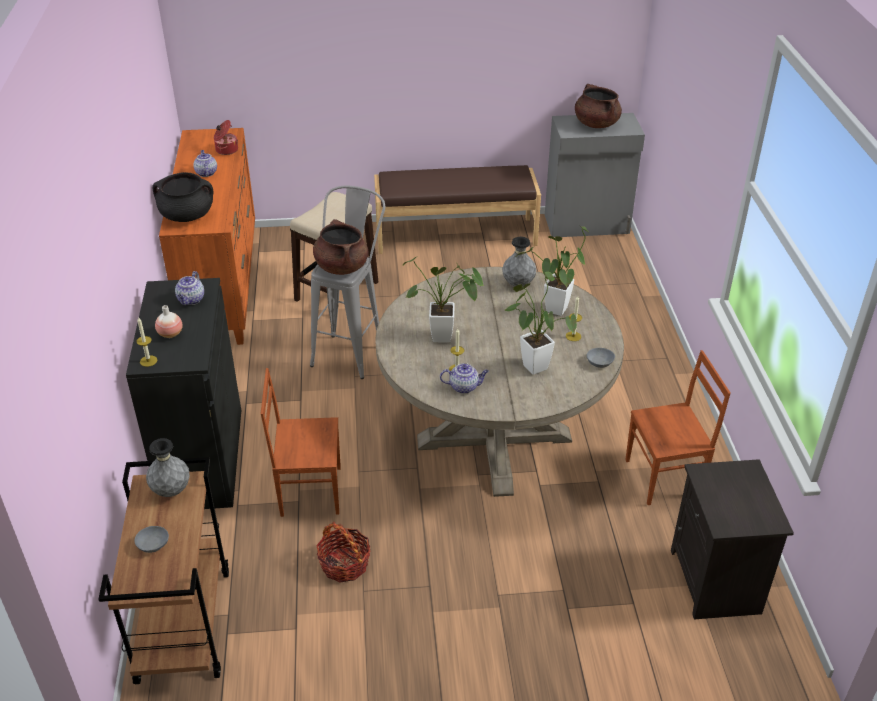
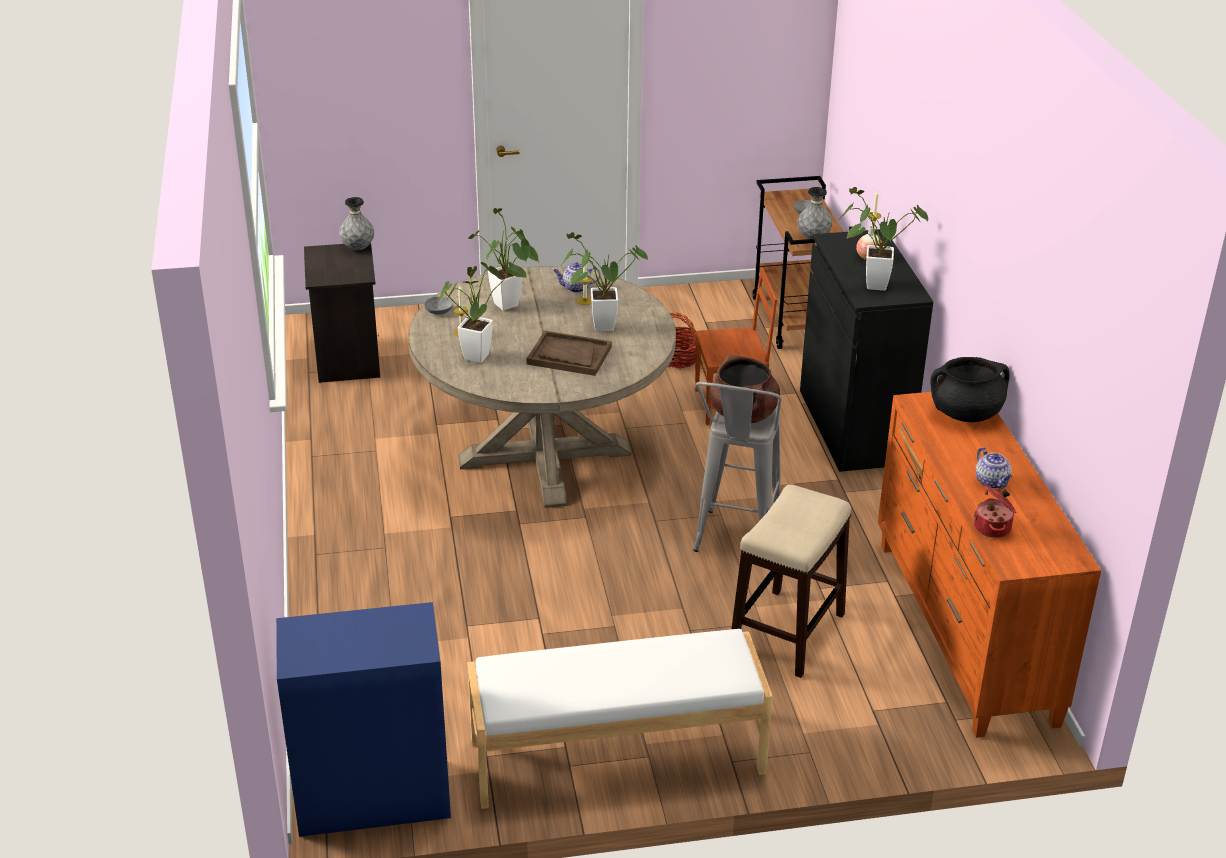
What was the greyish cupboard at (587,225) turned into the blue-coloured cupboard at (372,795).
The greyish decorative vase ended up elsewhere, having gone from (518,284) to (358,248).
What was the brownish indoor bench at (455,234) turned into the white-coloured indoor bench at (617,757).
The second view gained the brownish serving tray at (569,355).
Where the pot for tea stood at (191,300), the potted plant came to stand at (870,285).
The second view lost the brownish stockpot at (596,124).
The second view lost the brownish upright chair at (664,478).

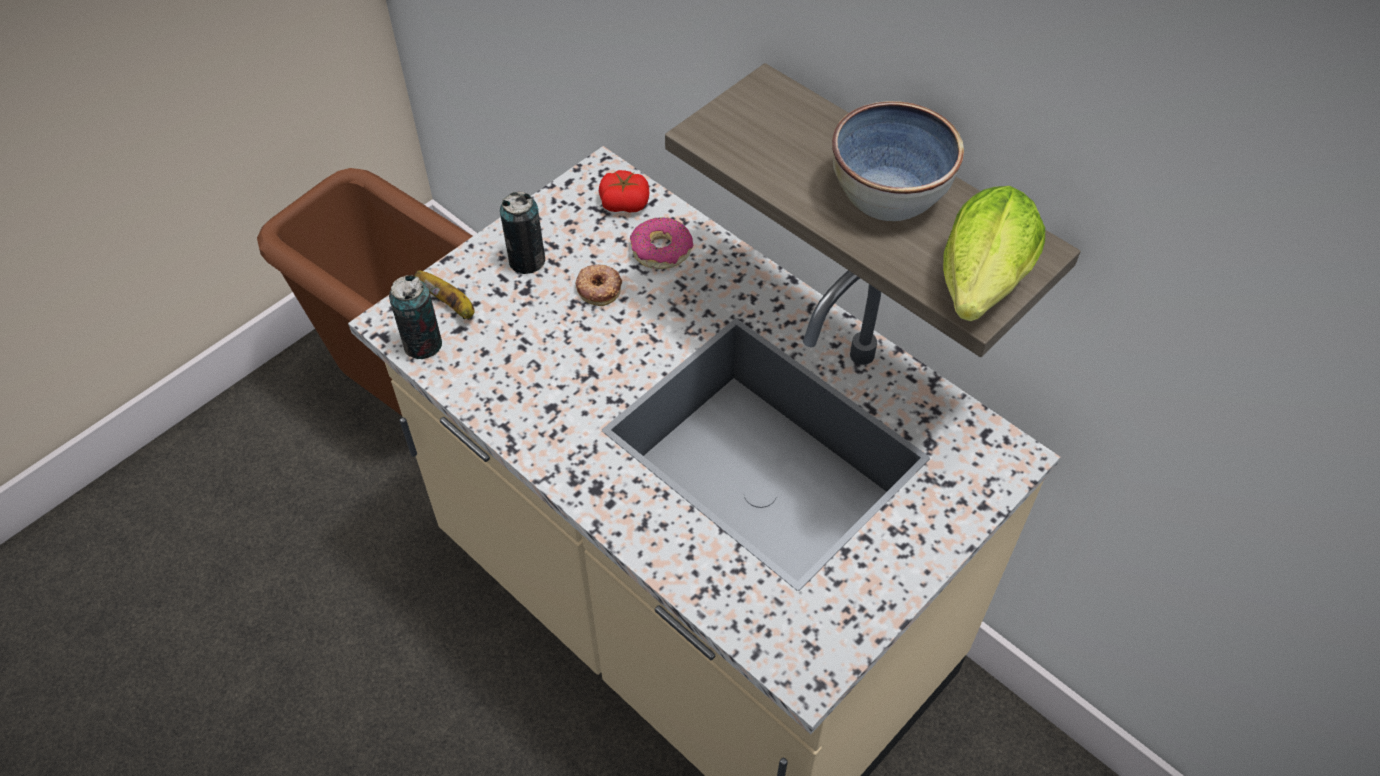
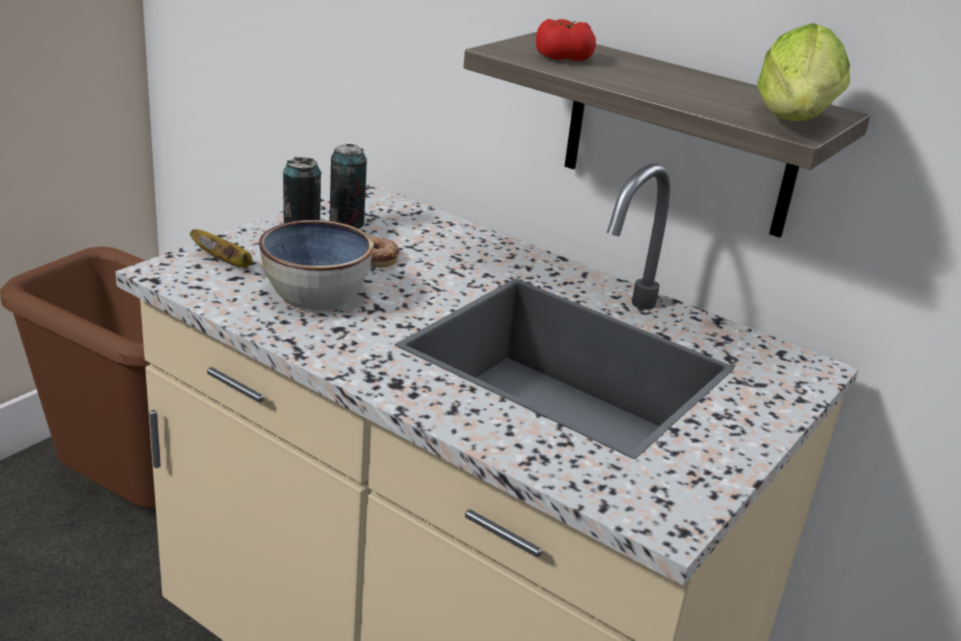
The serving bowl ended up elsewhere, having gone from (890,194) to (316,295).
The sealed can ended up elsewhere, having gone from (423,344) to (346,224).
The whole tomato ended up elsewhere, having gone from (624,202) to (563,58).
The second view lost the ring doughnut at (661,250).

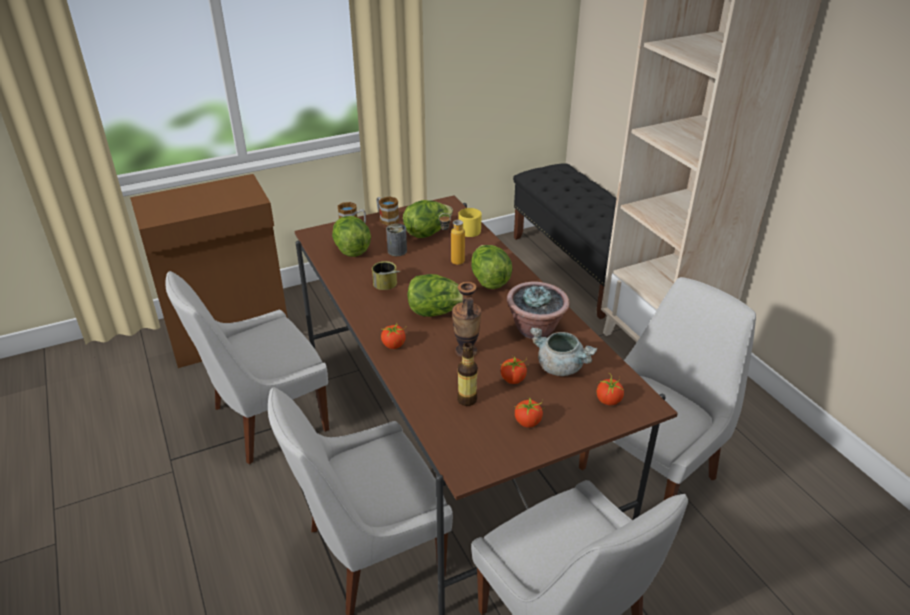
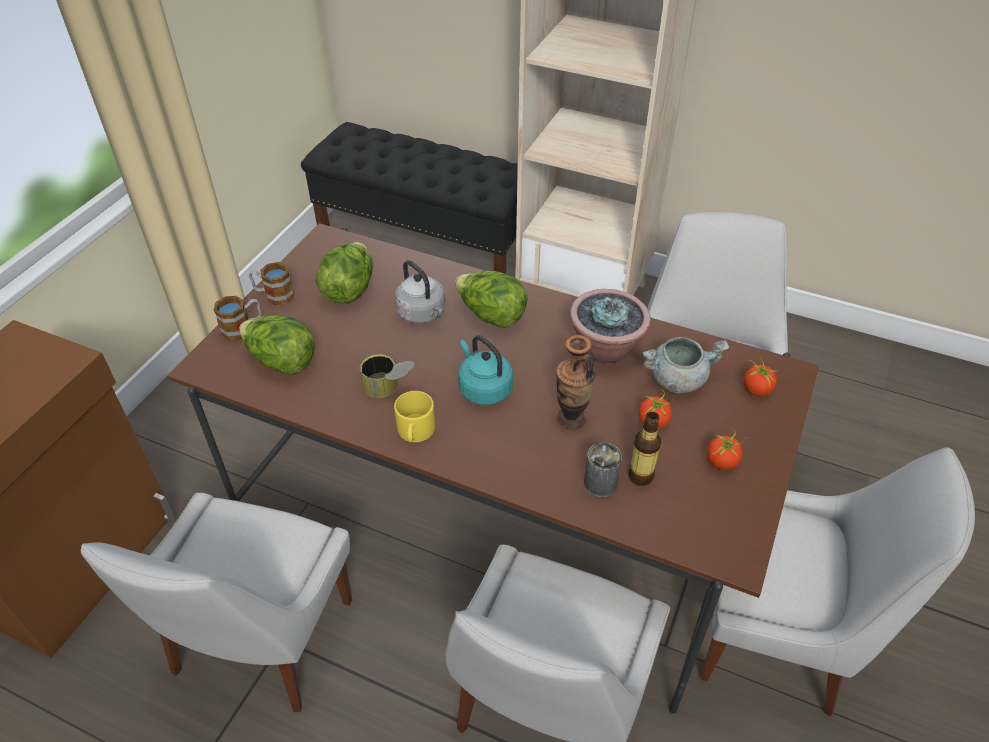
The yellowish tea mug ended up elsewhere, having gone from (467,232) to (415,431).
Where the bottle stood at (452,261), the greyish tea kettle came to stand at (423,314).
Where the lettuce stood at (436,312), the blue-green tea kettle came to stand at (483,388).
The sealed can ended up elsewhere, having gone from (397,251) to (600,483).
The second view lost the whole tomato at (394,345).

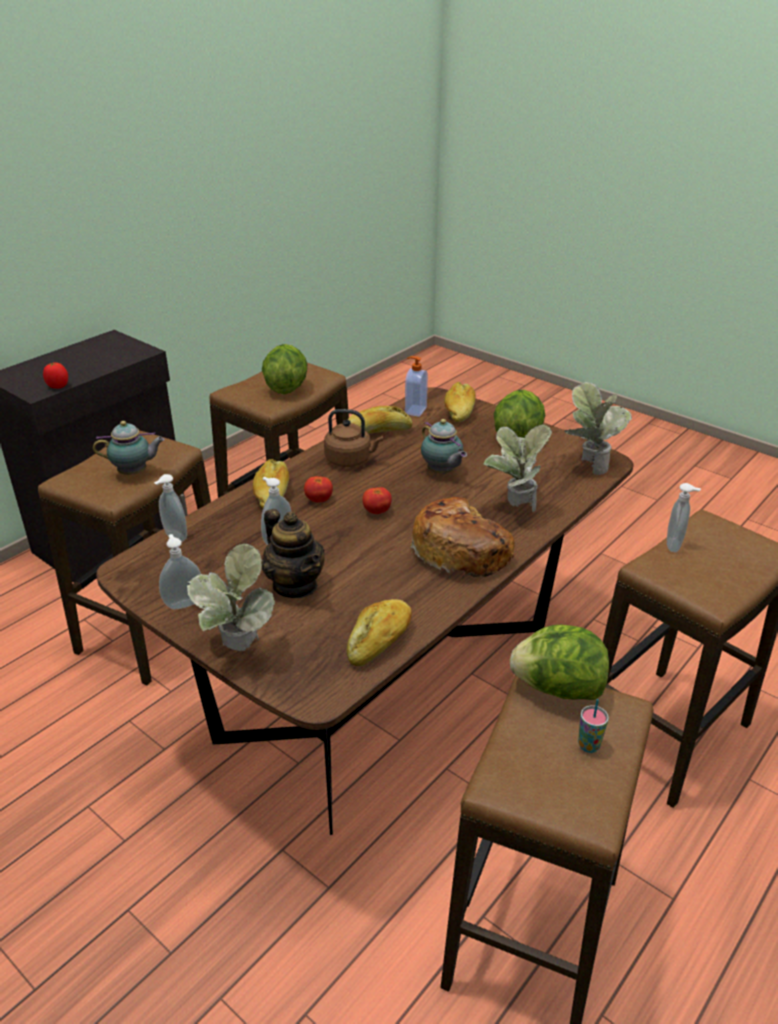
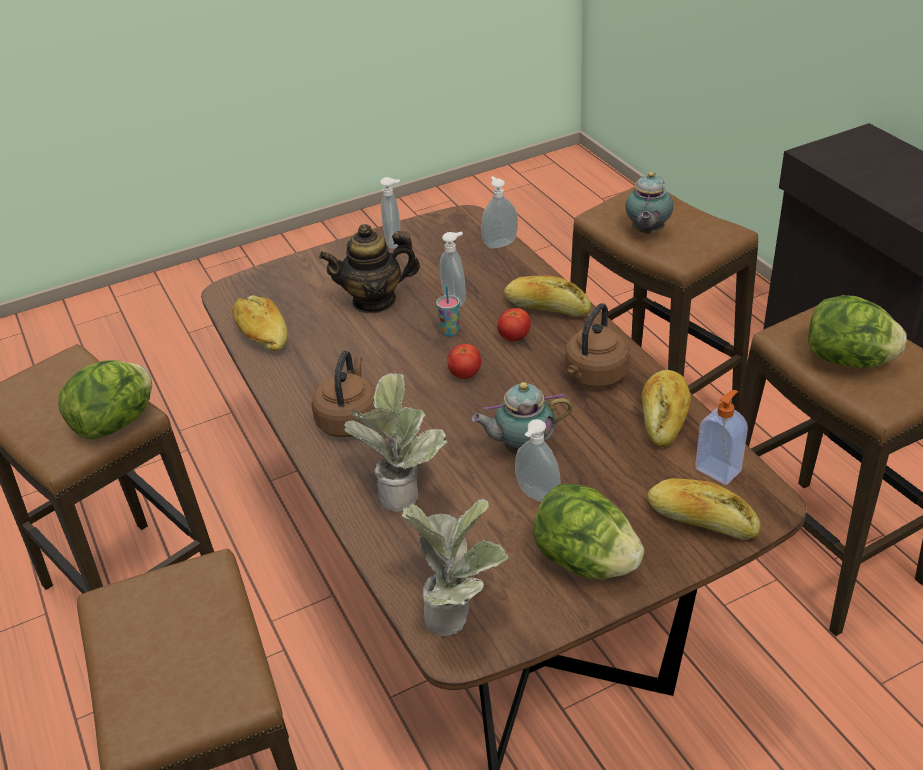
Where the baked bread stood at (462,550), the brownish tea kettle came to stand at (349,419).
The drinking cup ended up elsewhere, having gone from (588,745) to (450,332).
The soap bottle ended up elsewhere, having gone from (675,545) to (536,496).
The second view lost the whole tomato at (58,386).
The second view lost the potted plant at (237,652).

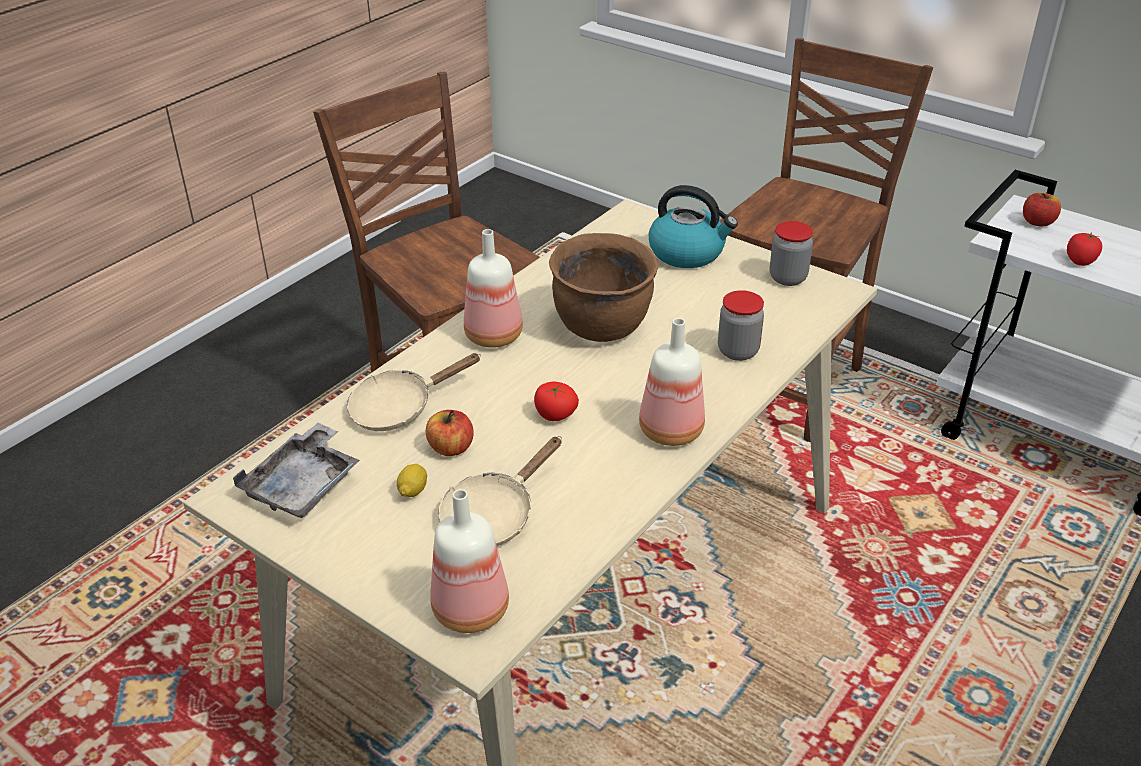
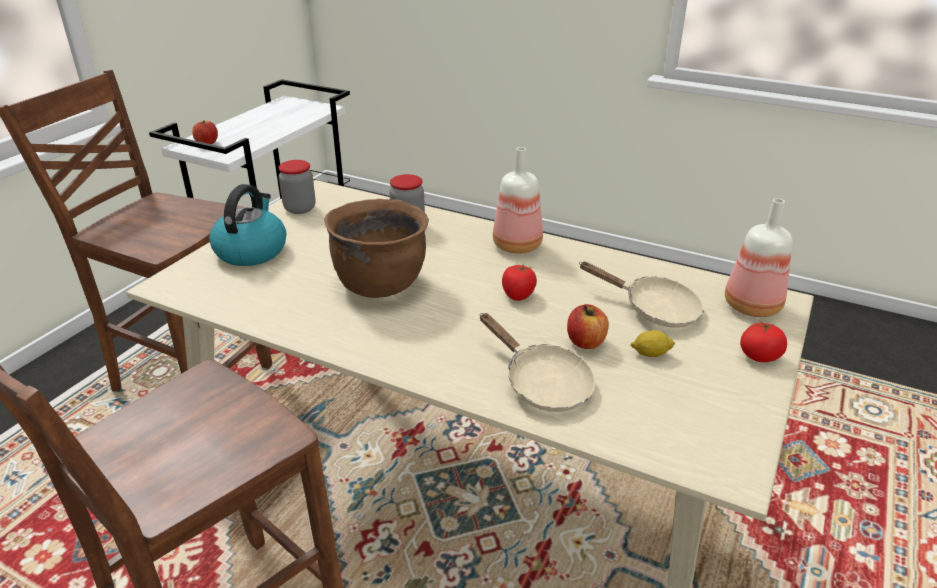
The whole tomato ended up elsewhere, having gone from (1080,261) to (759,356).
The second view lost the greyish serving tray at (304,485).
The second view lost the bottle at (495,336).

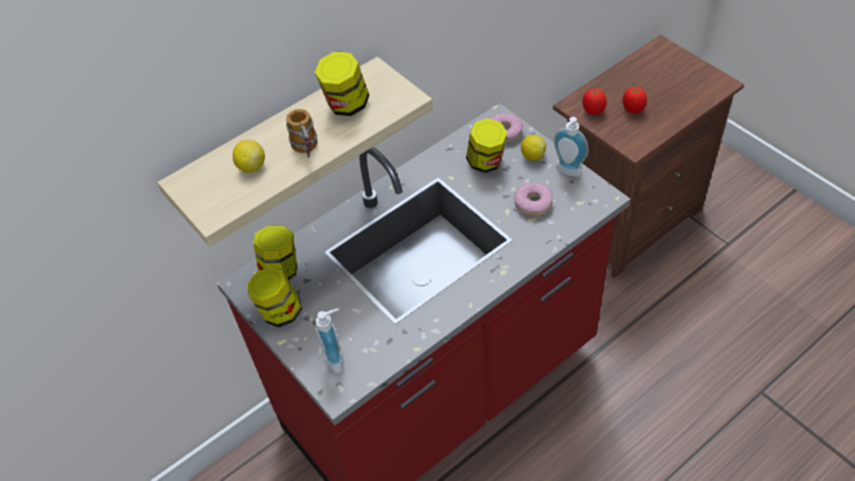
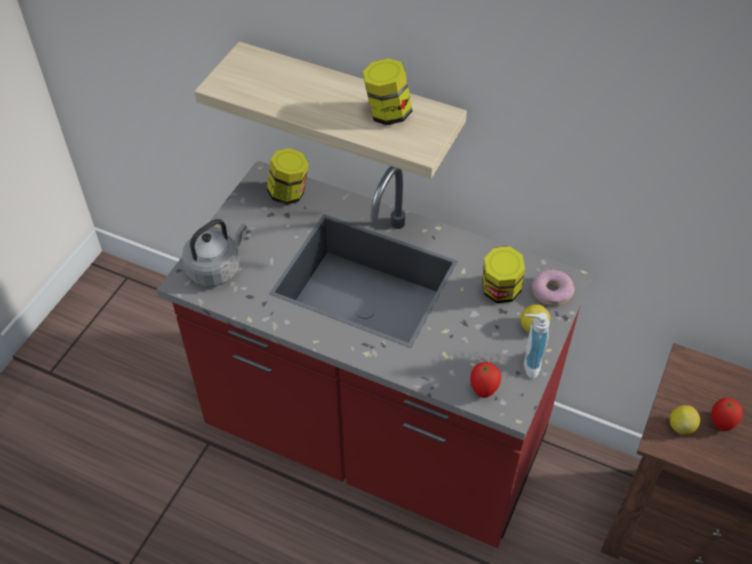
Where the soap bottle stood at (338,358), the greyish tea kettle came to stand at (216,268).
The whole tomato ended up elsewhere, having gone from (593,111) to (483,389).
The citrus fruit ended up elsewhere, having gone from (251,166) to (681,426).
The second view lost the jar at (280,312).
The second view lost the tea mug at (307,152).
The second view lost the ring doughnut at (533,203).

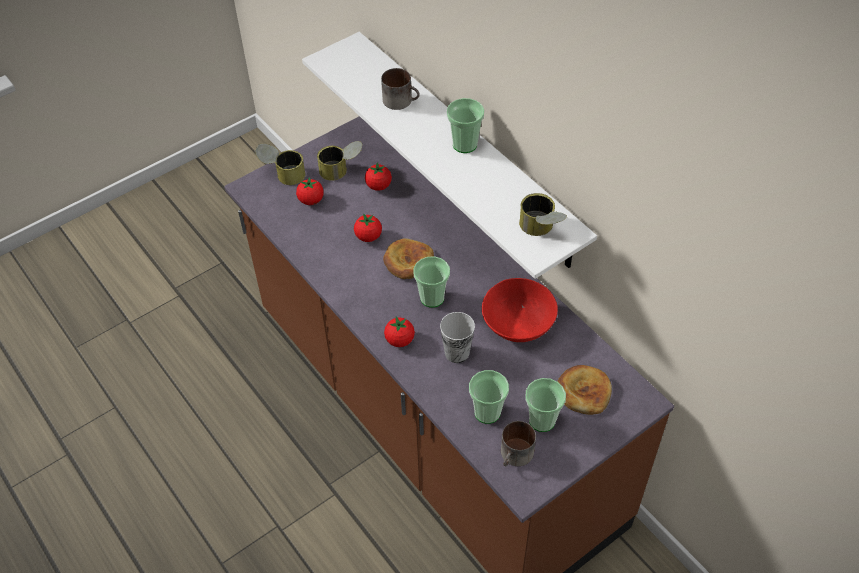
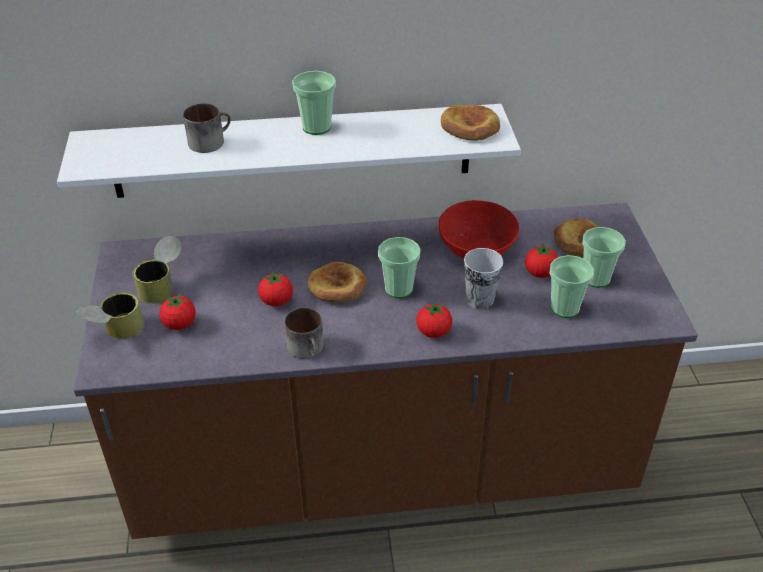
The tea mug ended up elsewhere, having gone from (516,456) to (309,349).
Where the sealed can stood at (540,230), the baked bread came to stand at (470,127).
The whole tomato ended up elsewhere, having gone from (378,186) to (540,273).

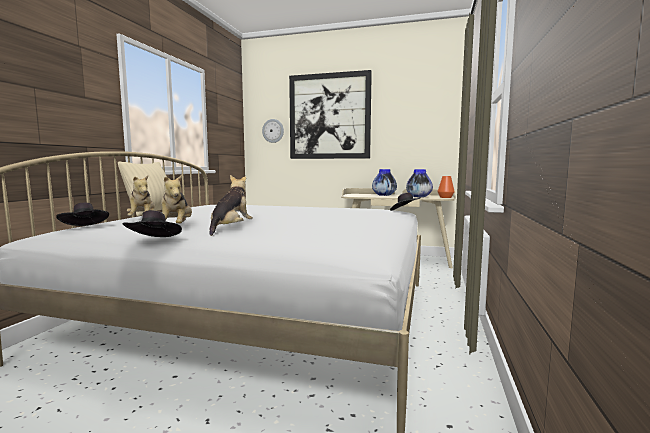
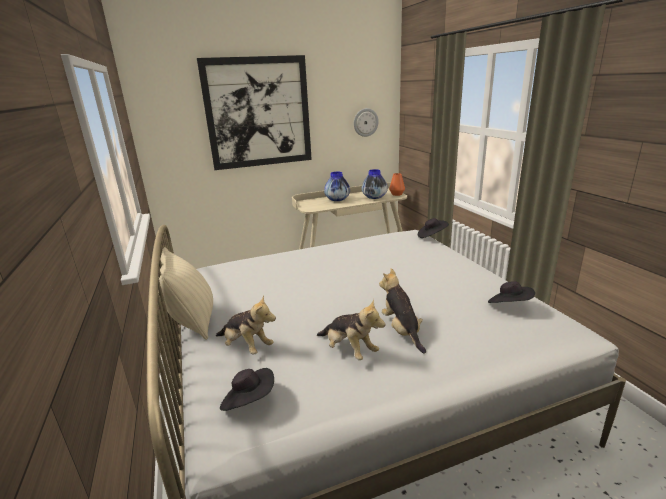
The clock on the wall ended up elsewhere, having gone from (273,131) to (365,122).
The black-coloured hat ended up elsewhere, having gone from (154,241) to (509,305).

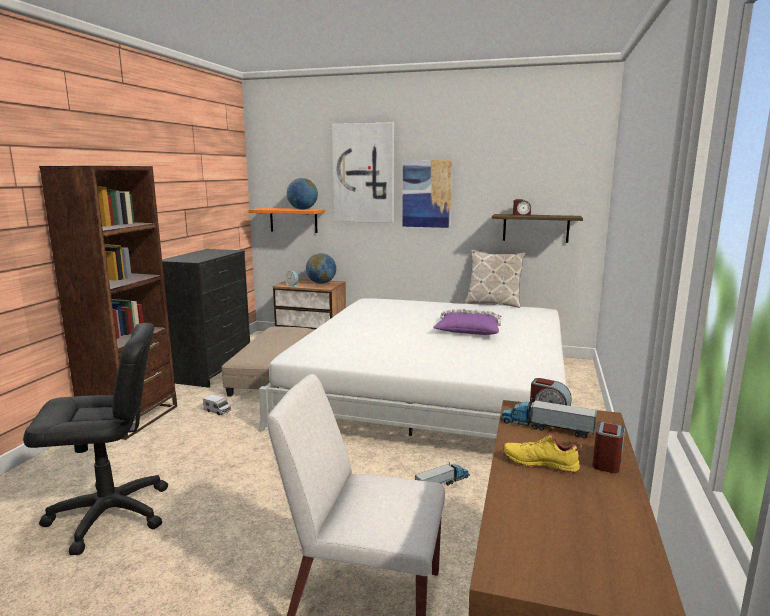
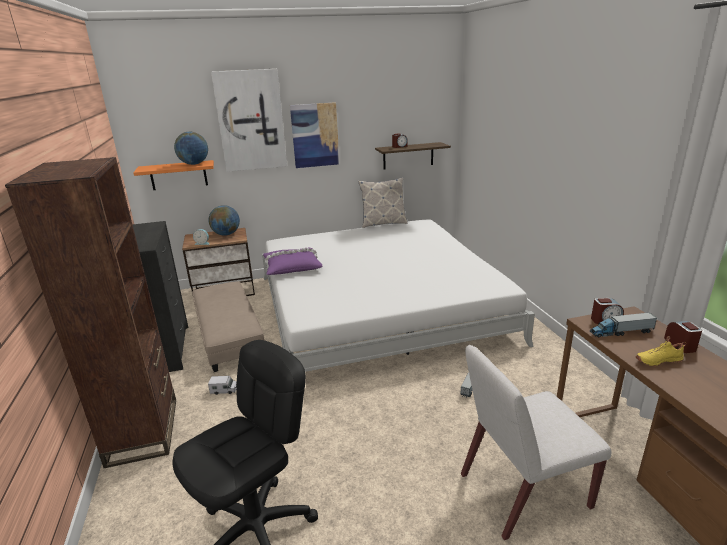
The purple-coloured throw pillow ended up elsewhere, having gone from (469,329) to (292,267).

